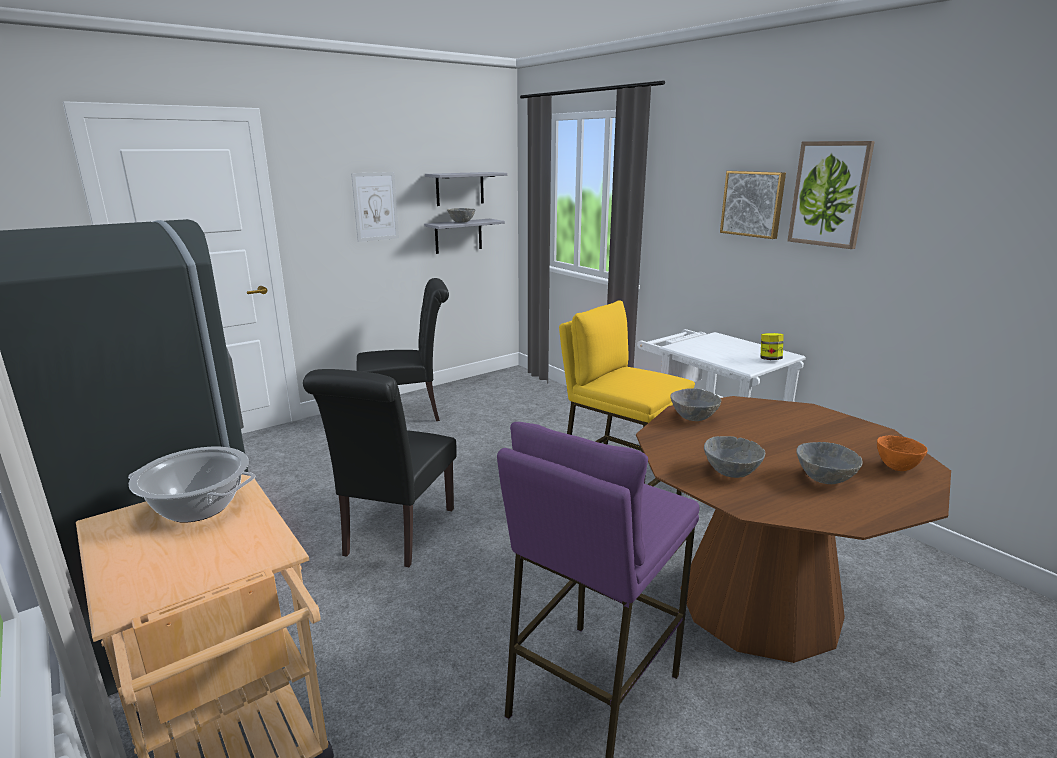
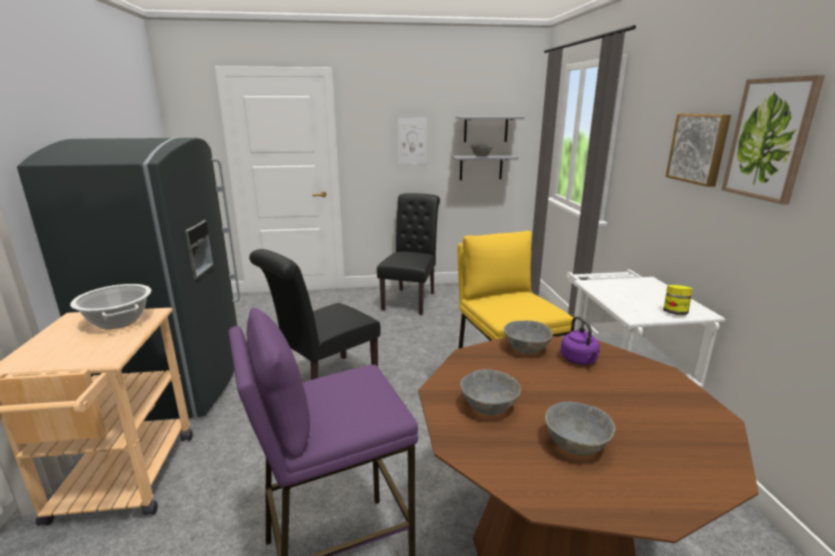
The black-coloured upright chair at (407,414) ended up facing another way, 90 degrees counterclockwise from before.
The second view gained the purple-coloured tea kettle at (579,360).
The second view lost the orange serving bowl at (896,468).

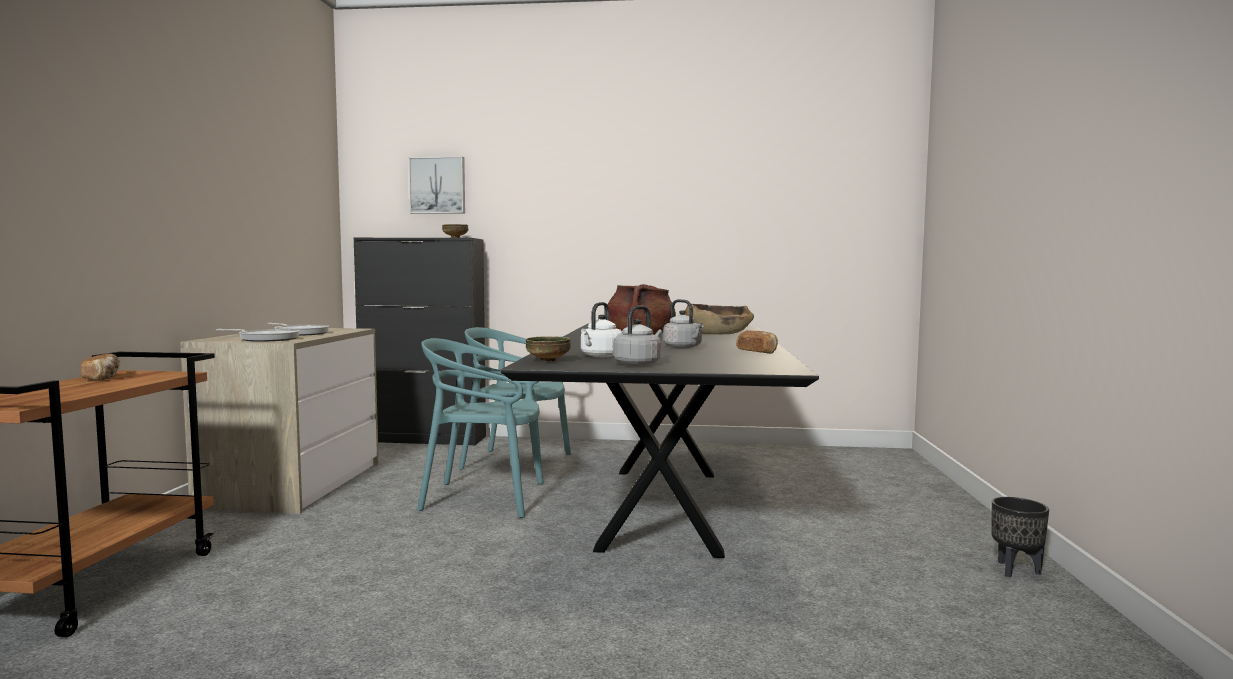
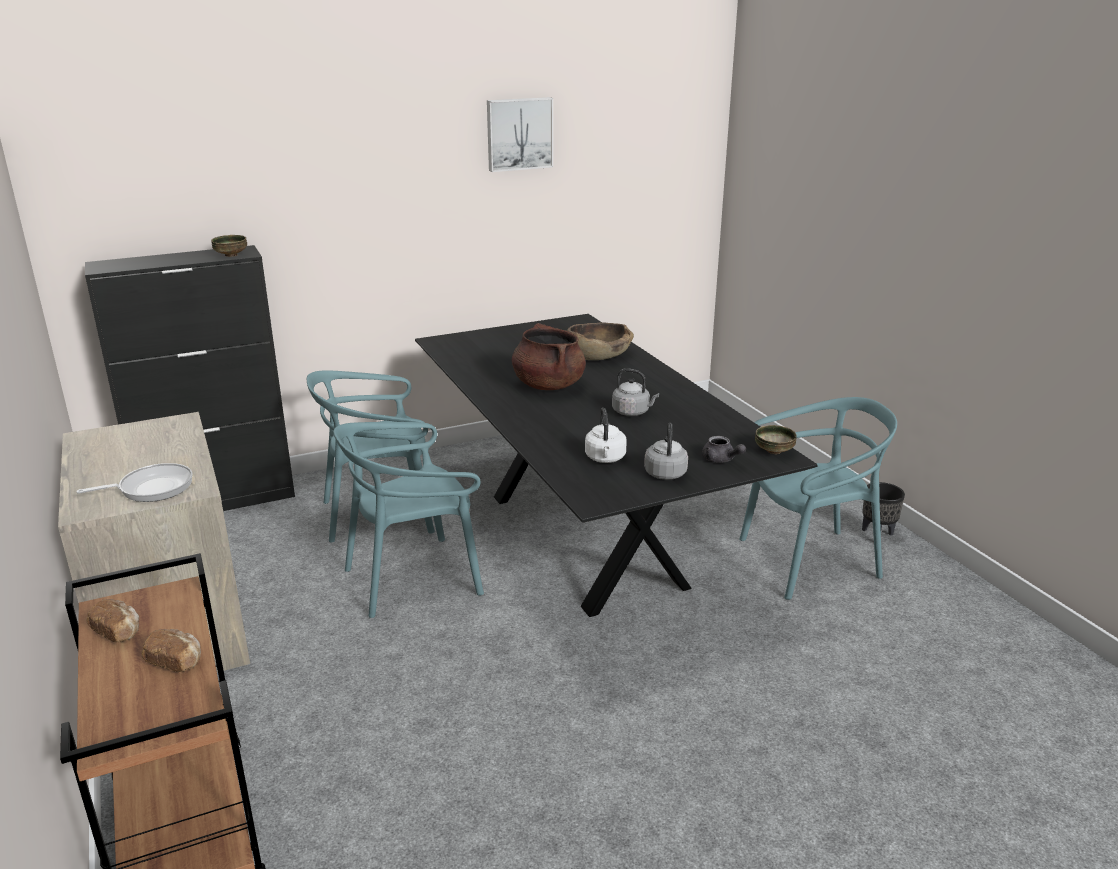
The baked bread ended up elsewhere, having gone from (757,352) to (175,661).
The wall picture ended up elsewhere, having gone from (438,185) to (519,134).
The second view gained the greyish pot for tea at (721,460).
The second view gained the blue-green upright chair at (808,561).
The serving bowl ended up elsewhere, having gone from (549,361) to (774,451).
The second view lost the frying pan at (300,333).

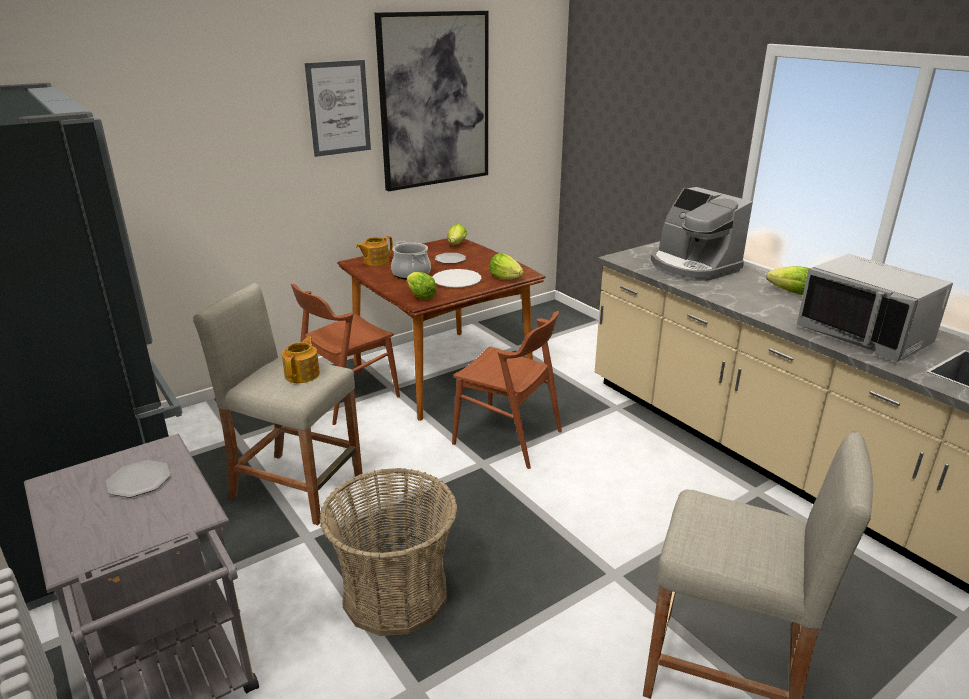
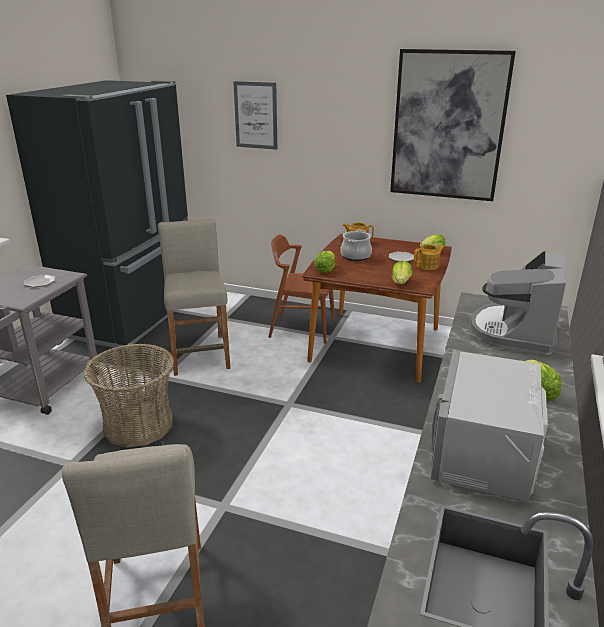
The wall picture ended up elsewhere, having gone from (338,108) to (256,115).
The pot for tea ended up elsewhere, having gone from (303,374) to (428,266).
The second view lost the white-coloured flat dish at (456,280).
The second view lost the brownish upright chair at (508,437).

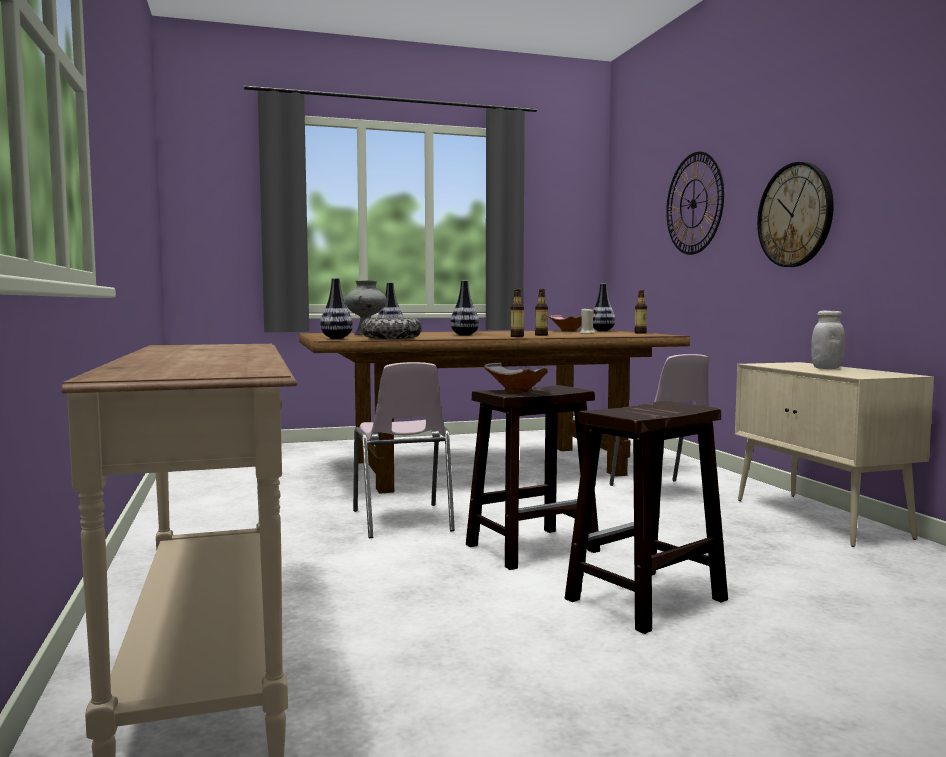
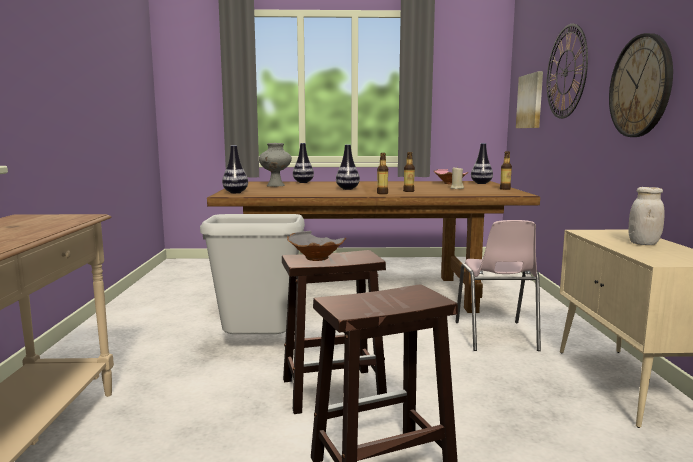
Where the pink upright chair stood at (402,521), the greyish trash can came to stand at (257,346).
The second view gained the wall picture at (531,101).
The second view lost the serving bowl at (391,338).

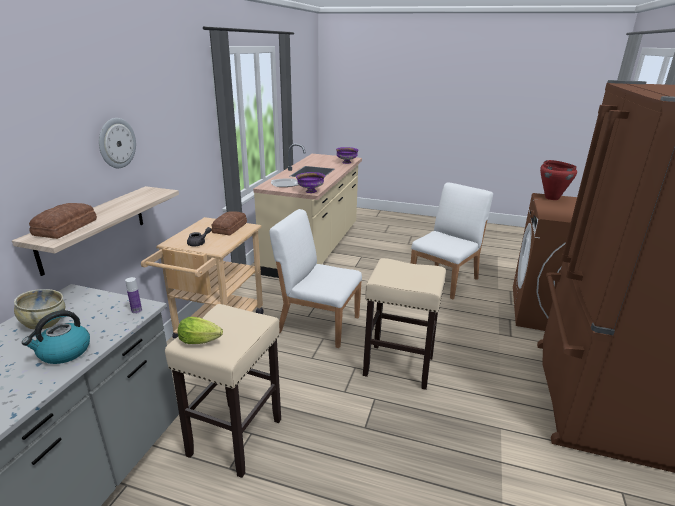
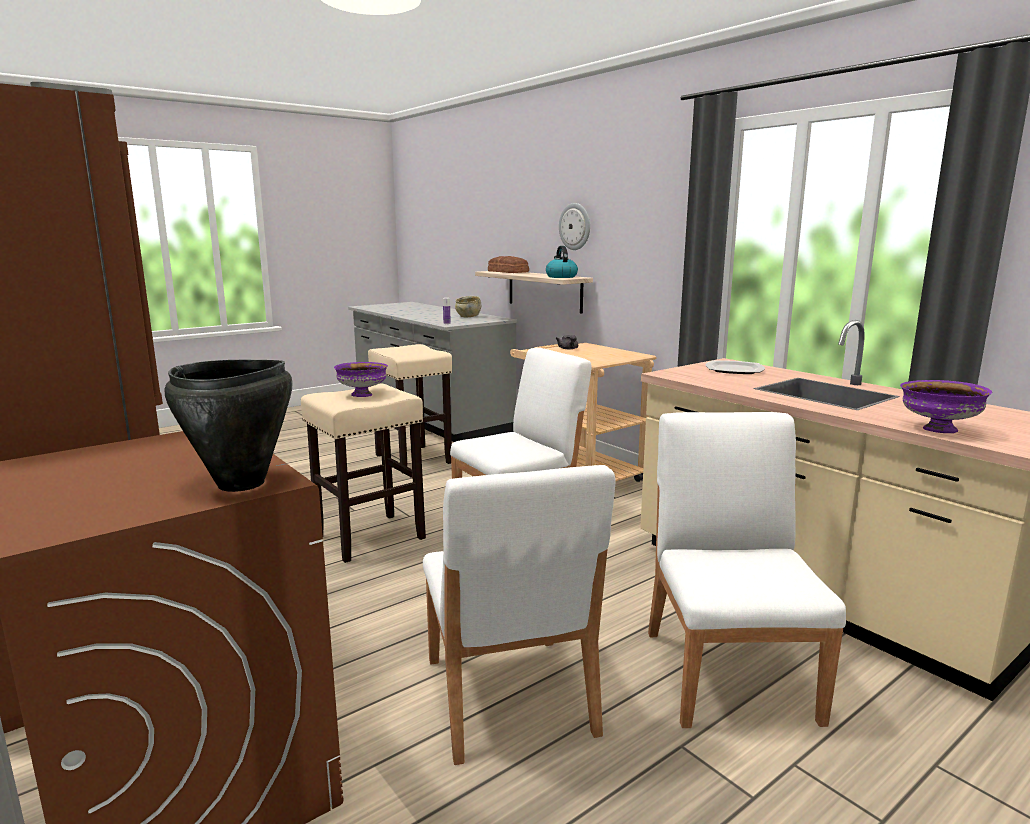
What was the reddish stockpot at (552,198) turned into the black-coloured stockpot at (241,484).
The purple-coloured serving bowl ended up elsewhere, having gone from (310,191) to (362,395).
The tea kettle ended up elsewhere, having gone from (64,352) to (561,277).
The second view gained the white-coloured upright chair at (729,673).
The second view lost the lettuce at (202,341).
The second view lost the baked bread at (231,228).

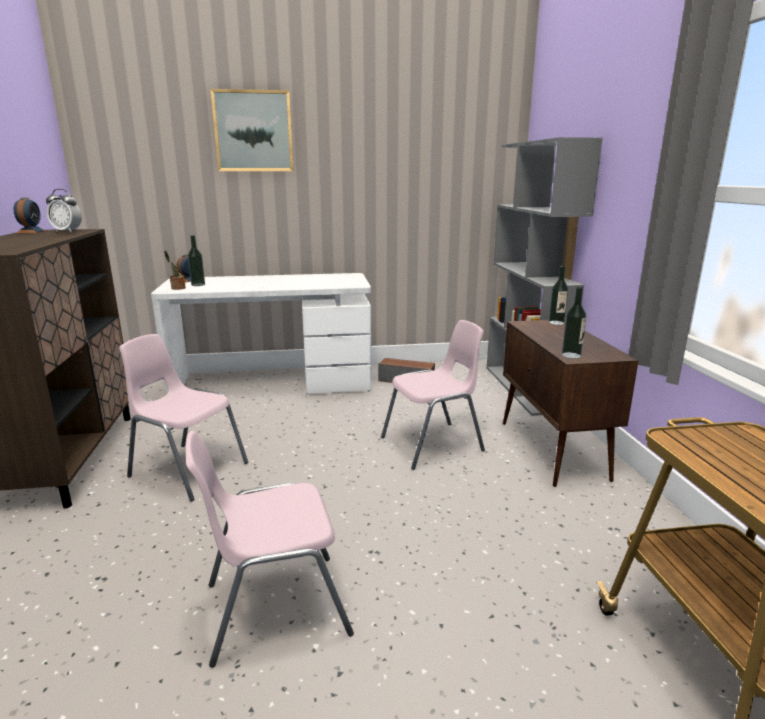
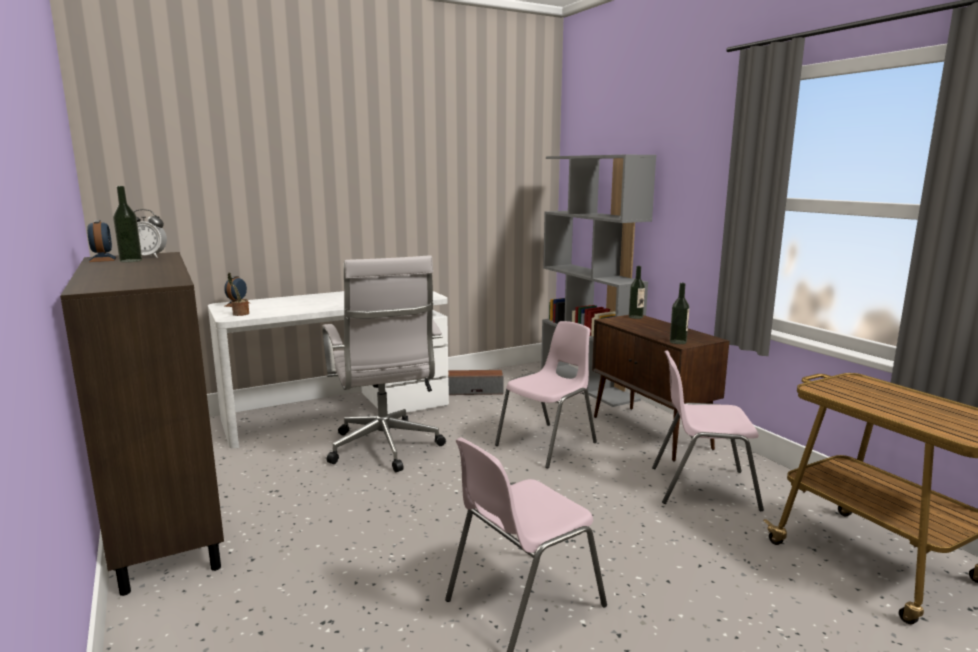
The bottle ended up elsewhere, having gone from (198,284) to (131,260).
The second view gained the white-coloured desk chair at (385,449).
The pink upright chair ended up elsewhere, having gone from (187,469) to (701,487).
The second view lost the wall picture at (253,131).

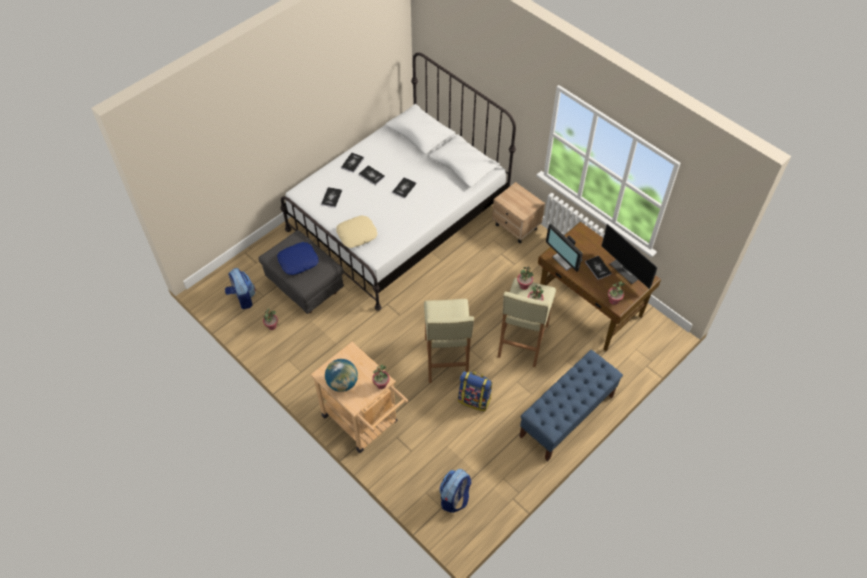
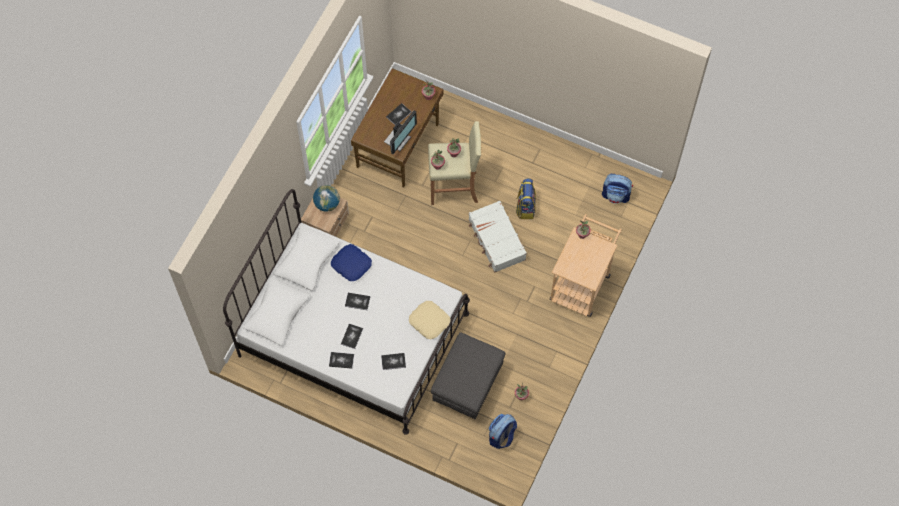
The desk globe ended up elsewhere, having gone from (342,383) to (327,204).
The blue-coloured throw pillow ended up elsewhere, having gone from (298,261) to (351,265).
Where the beige-coloured stool seat stood at (446,359), the white-coloured travel case came to stand at (496,240).
The second view lost the blue-coloured indoor bench at (566,416).
The second view lost the monitor at (628,270).

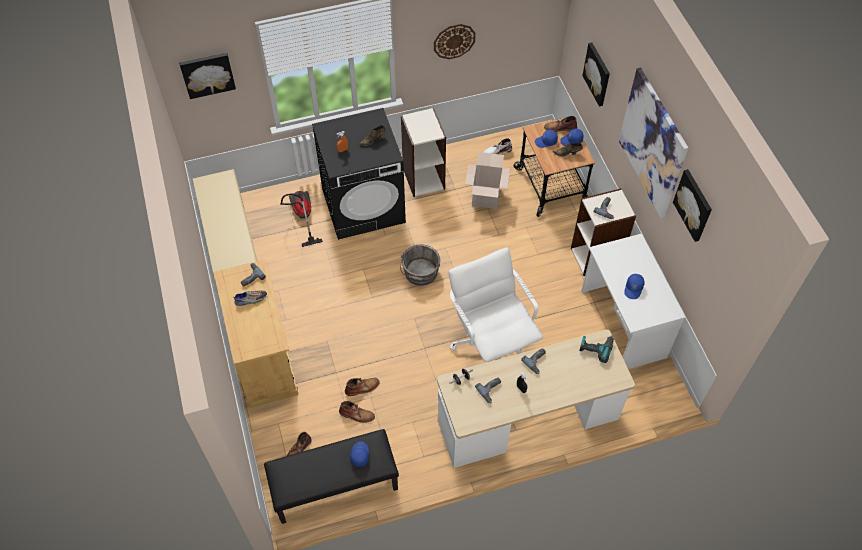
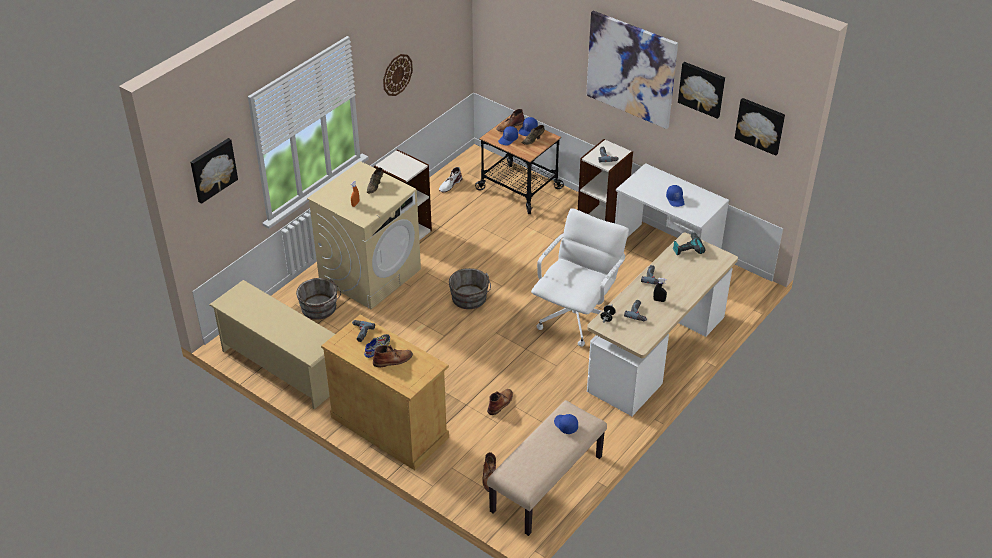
Where the vacuum cleaner stood at (302,217), the greyish water bucket came to stand at (320,308).
What was the black-coloured washing machine at (364,205) turned into the beige-coloured washing machine at (370,274).
The brownish boot ended up elsewhere, having gone from (357,415) to (393,360).
What was the black-coloured indoor bench at (334,487) turned into the beige-coloured indoor bench at (547,484).
The white-coloured desk chair at (490,343) ended up facing another way, 90 degrees clockwise from before.
The wall picture ended up elsewhere, having gone from (598,74) to (760,125).
The second view lost the carton at (486,197).

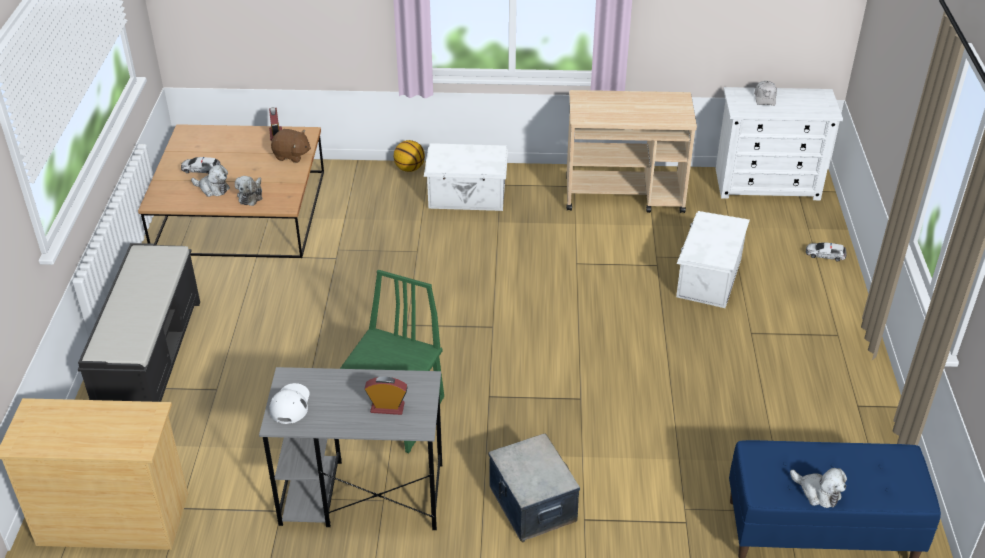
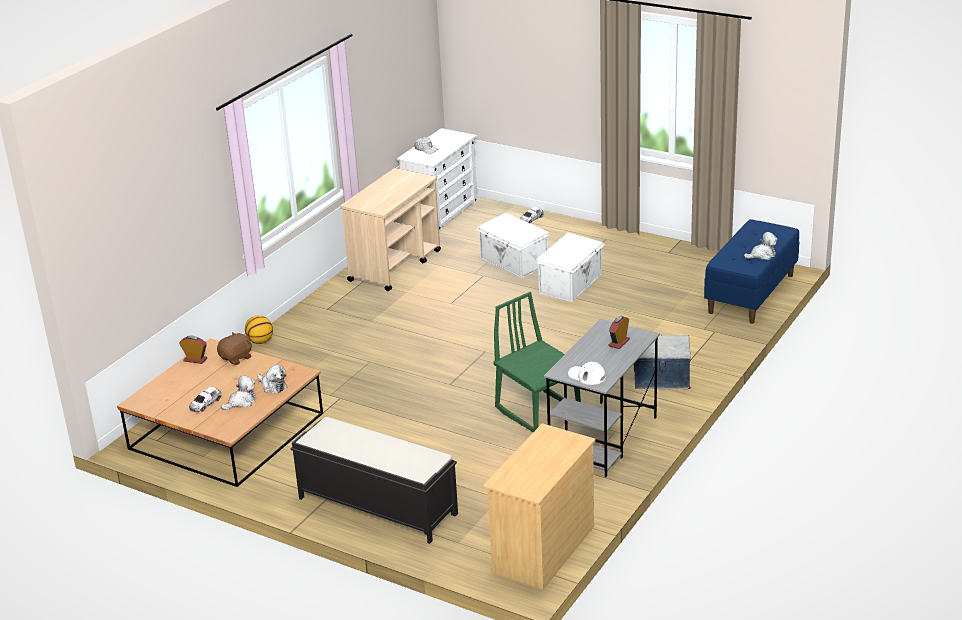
The white-coloured storage bin ended up elsewhere, having gone from (467,197) to (571,284).

